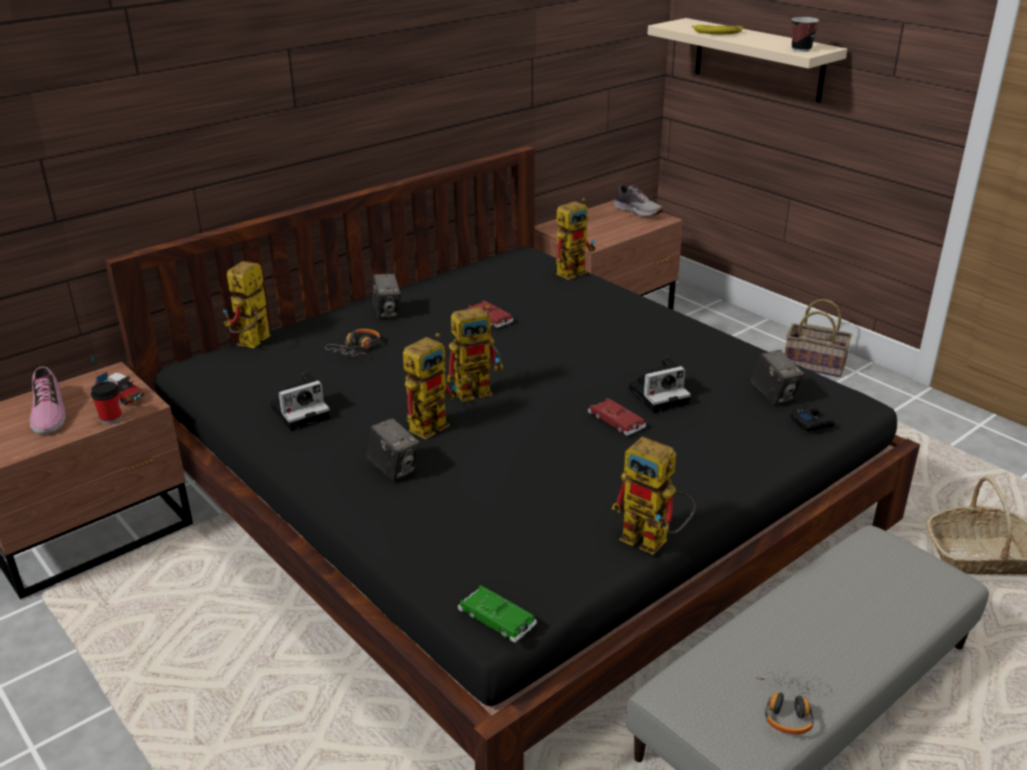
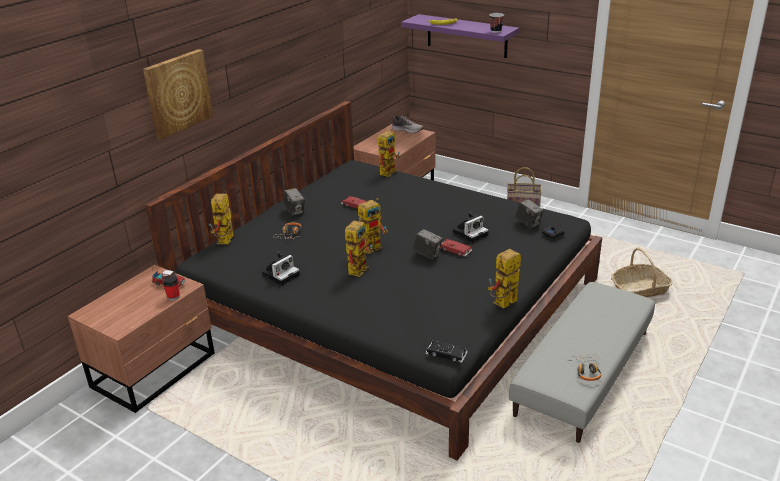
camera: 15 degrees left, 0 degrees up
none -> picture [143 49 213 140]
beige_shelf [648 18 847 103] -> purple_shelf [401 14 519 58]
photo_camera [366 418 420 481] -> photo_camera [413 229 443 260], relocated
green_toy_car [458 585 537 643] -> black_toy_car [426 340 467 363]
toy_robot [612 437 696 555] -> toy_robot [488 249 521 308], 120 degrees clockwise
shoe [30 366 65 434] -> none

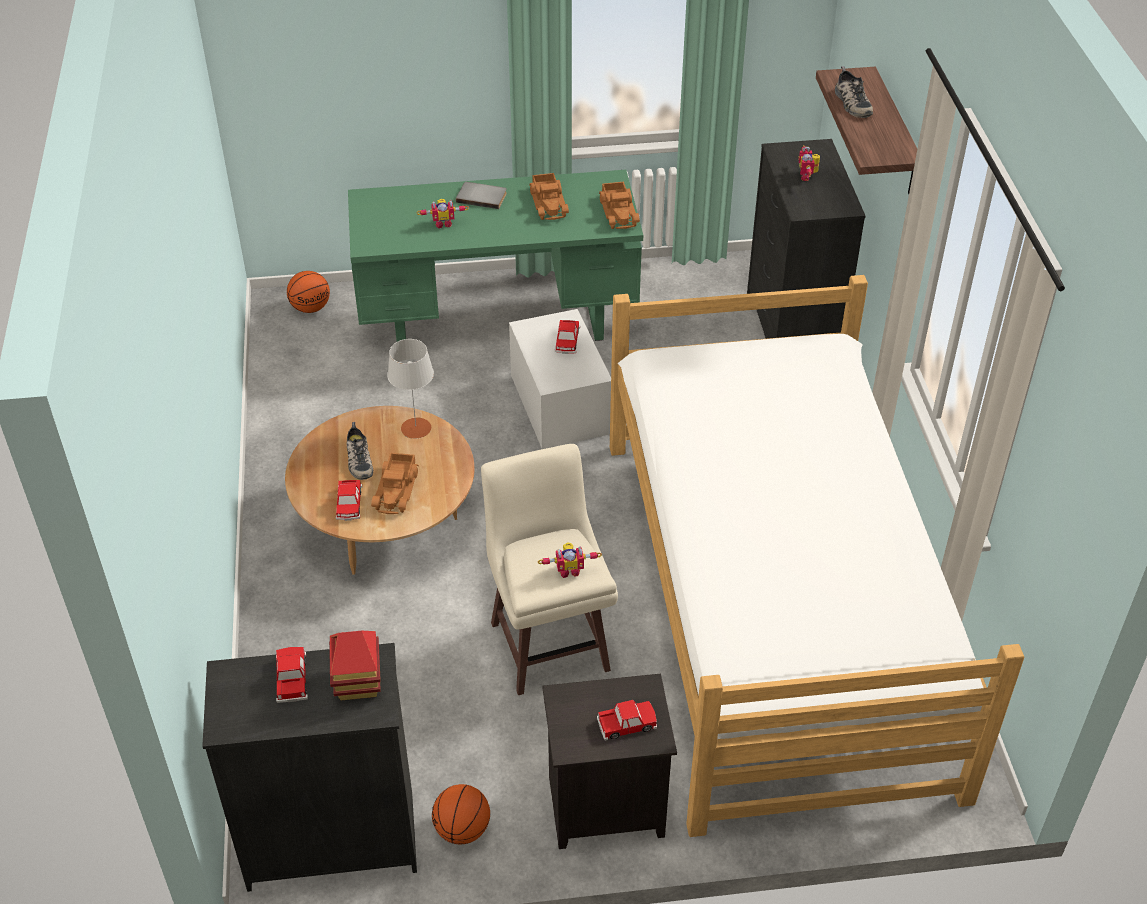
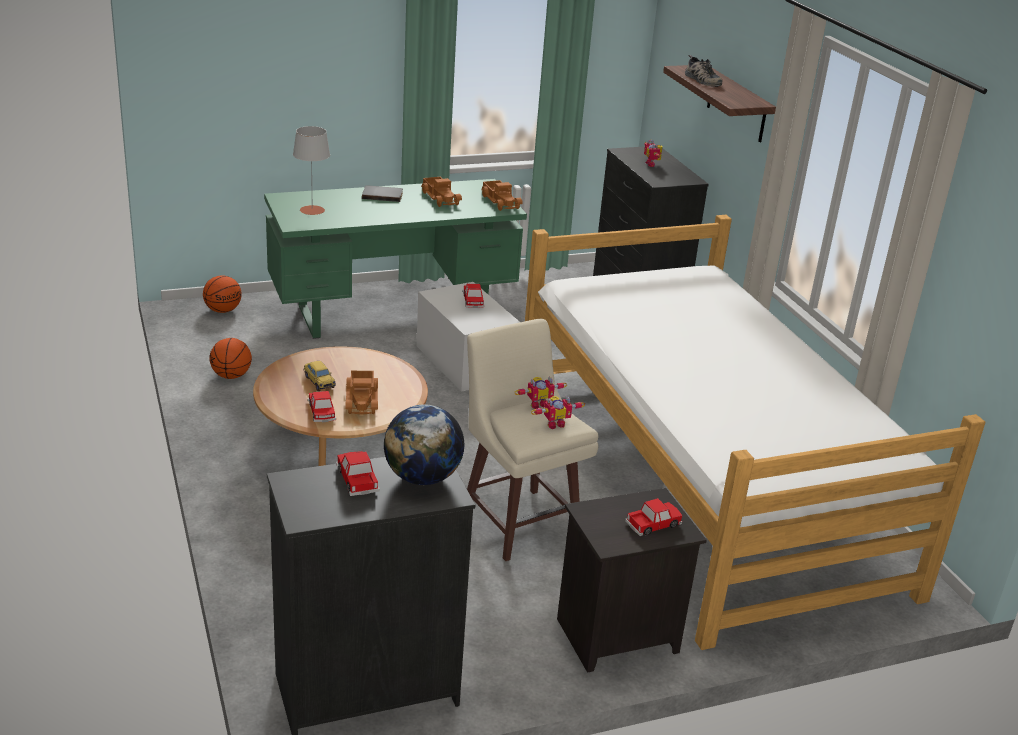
camera: 15 degrees left, 15 degrees down
basketball [432 784 490 844] -> basketball [209 338 252 379], relocated
grey_table_lamp [387 339 434 439] -> grey_table_lamp [293 126 330 215], relocated
shoe [347 422 373 480] -> toy_car [303 361 336 391]
toy_house [329 631 381 700] -> globe [384 404 464 485]
toy_robot [417 199 469 228] -> toy_robot [514 377 567 409], relocated

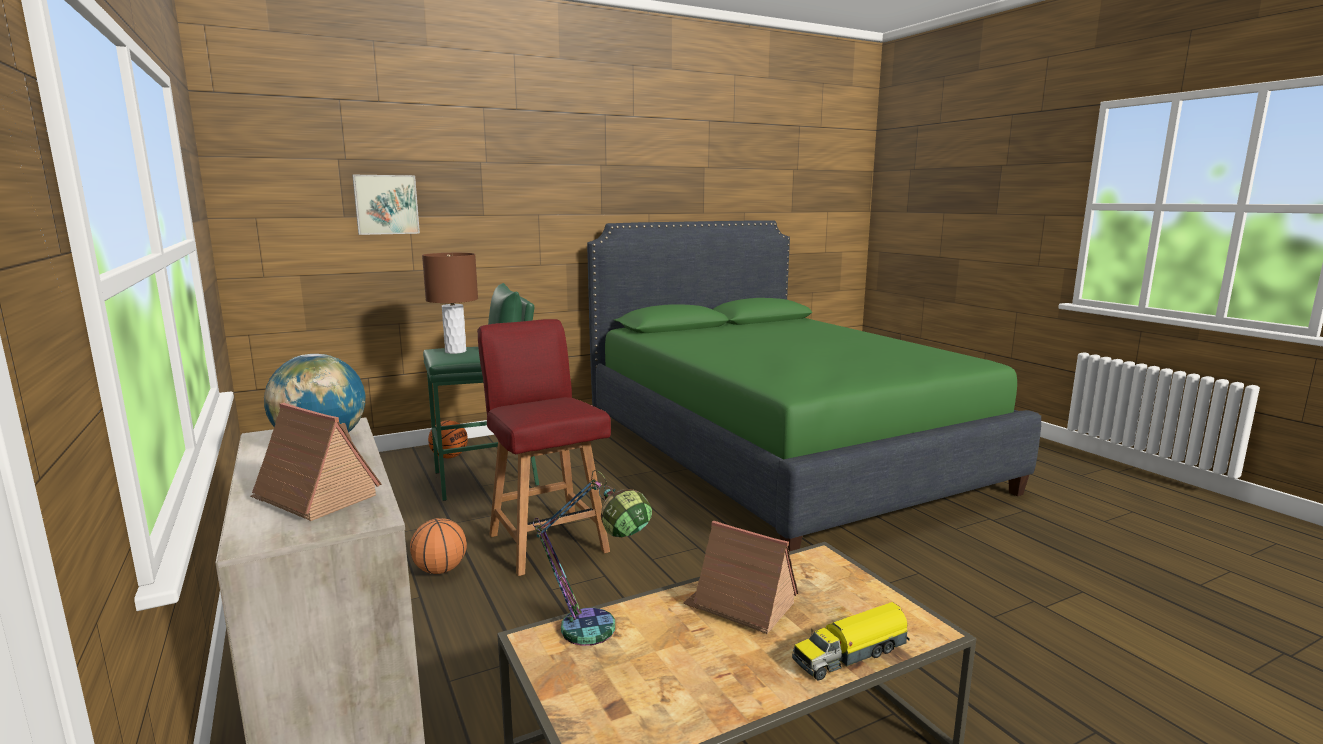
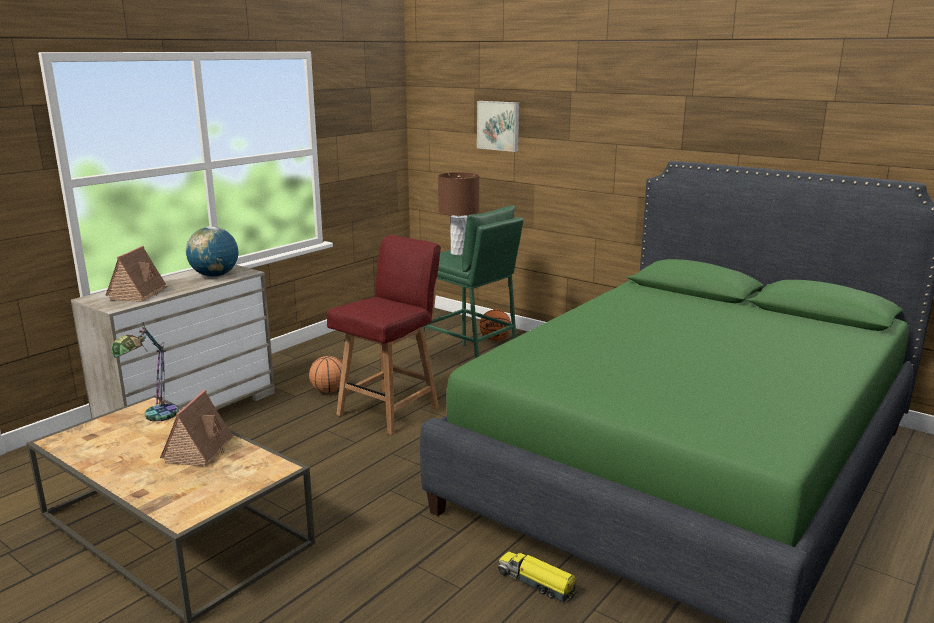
camera: 65 degrees right, 5 degrees up
toy_truck [792 602 910 680] -> toy_truck [498 551 578 602], relocated

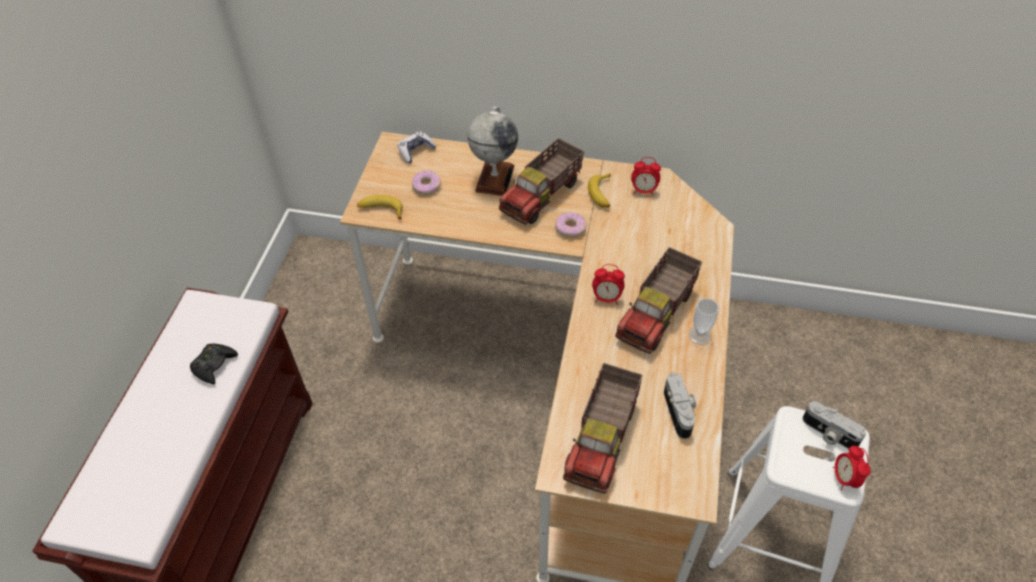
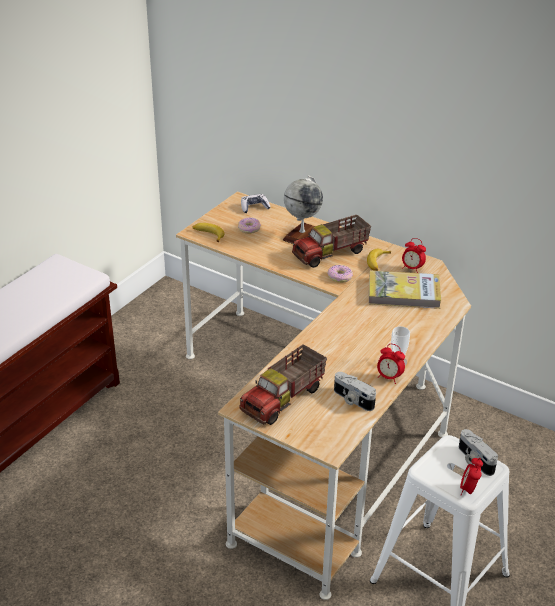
camera: 20 degrees right, 15 degrees down
photo_camera [664 372 696 439] -> photo_camera [334 372 376 411], 120 degrees clockwise
none -> book [369 270 441 309]
alarm_clock [592 264 625 305] -> alarm_clock [377 344 405 384], relocated
black_game_controller [190 344 238 384] -> none
toy_truck [615 247 702 354] -> none

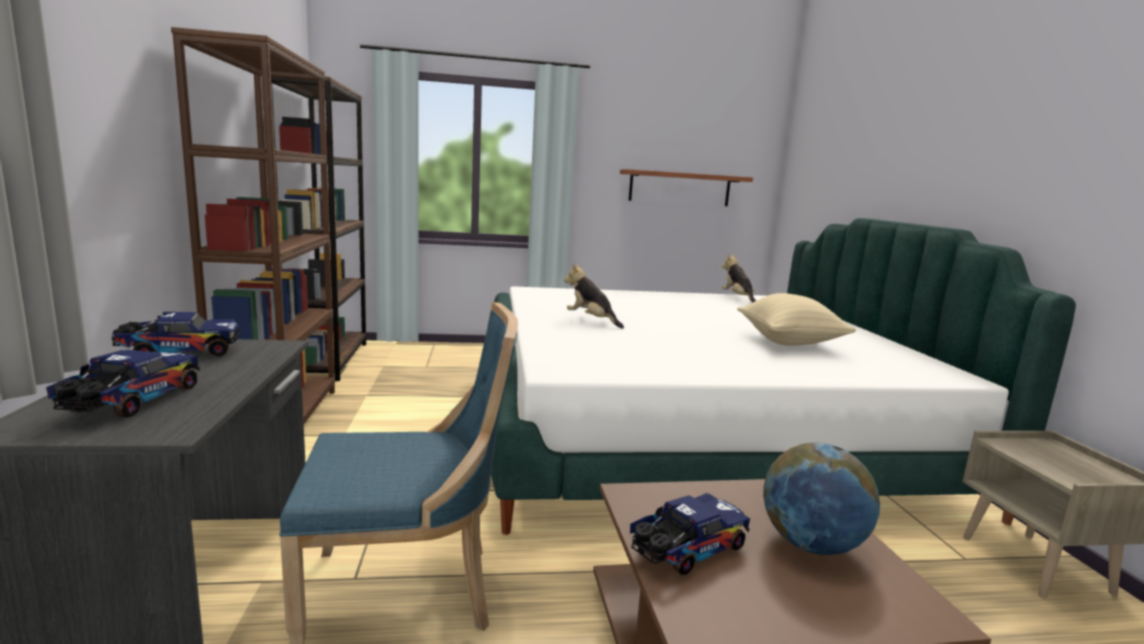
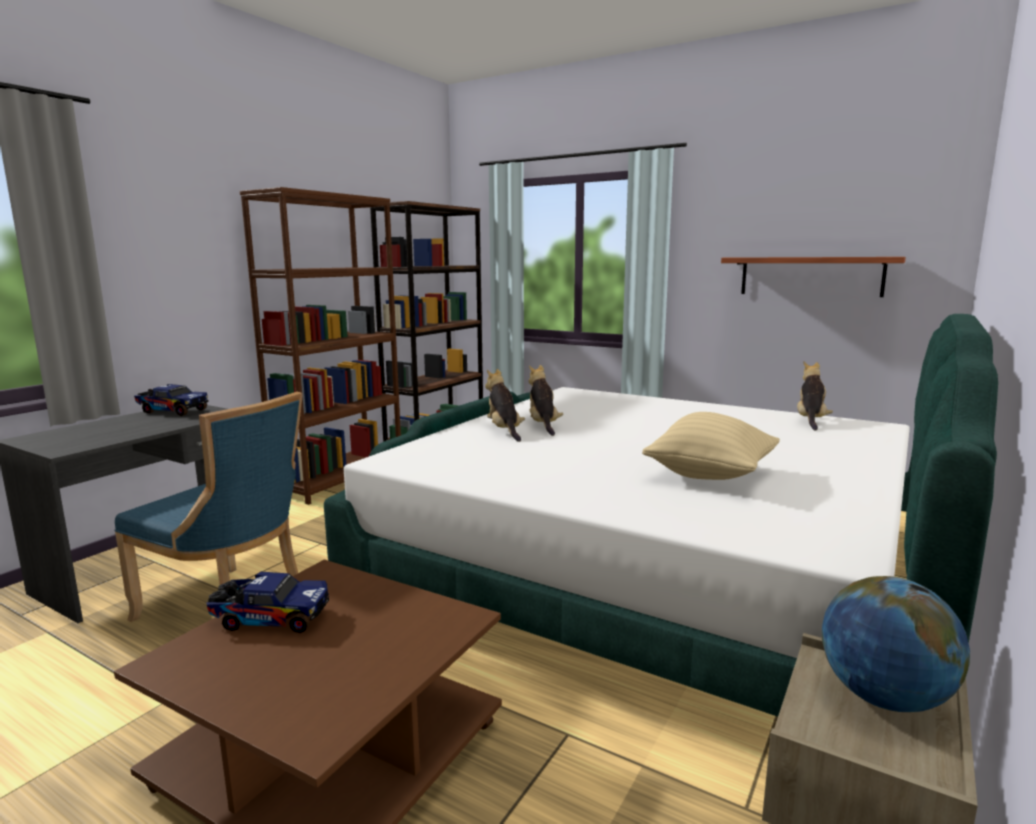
camera: 40 degrees right, 0 degrees up
none -> plush_toy [485 369 525 442]
globe [763 443 880 555] -> globe [822 576 970 712], relocated
toy_truck [46 350 200 418] -> none

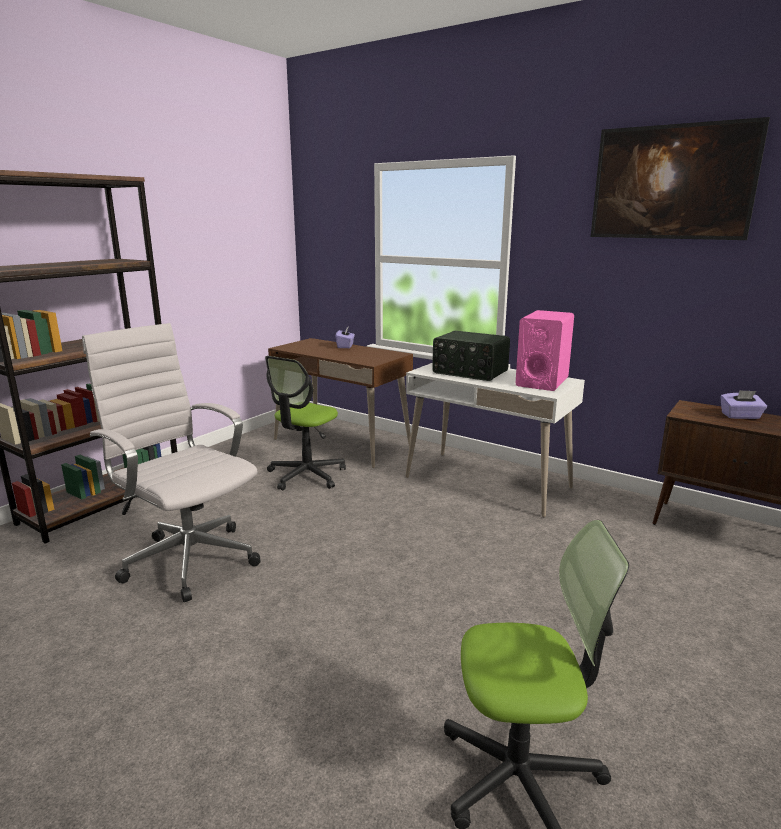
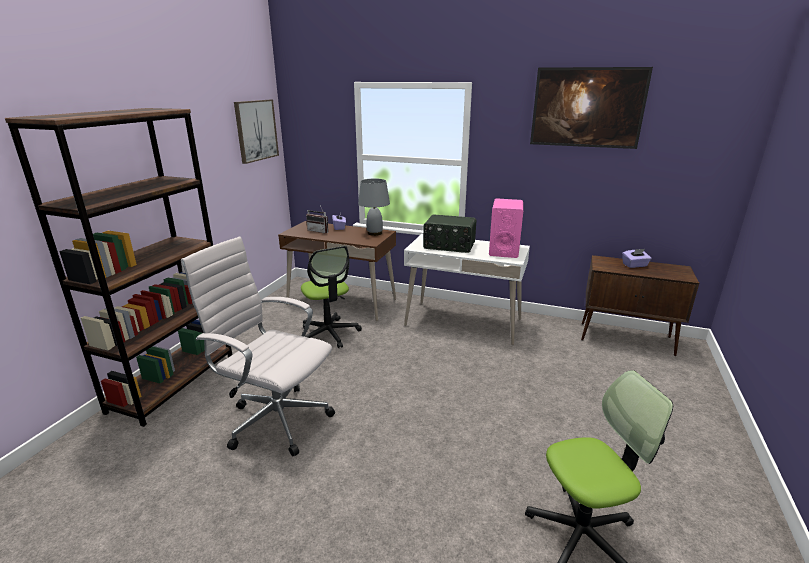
camera: 15 degrees left, 5 degrees up
none -> picture [234 100 279 164]
office_chair [265 356 346 490] -> office_chair [301 246 362 348], 45 degrees counterclockwise
none -> radio [306 203 329 233]
none -> grey_table_lamp [358 178 390 236]

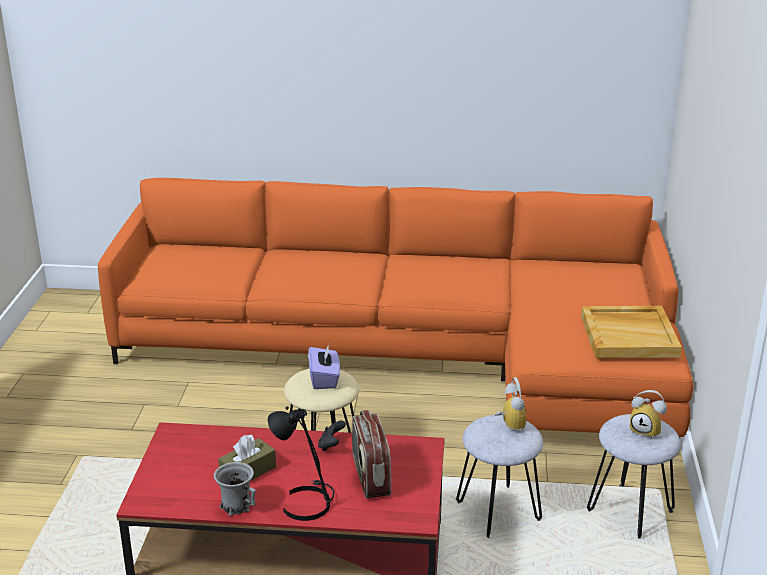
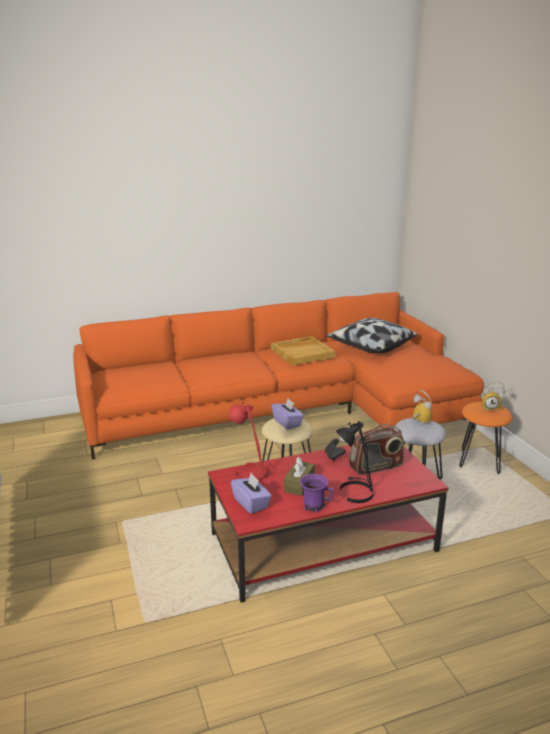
camera: 25 degrees left, 5 degrees down
none -> red_table_lamp [229 402 273 482]
none -> purple_tissue_box [231 473 272 514]
beige_tray [581 306 682 358] -> beige_tray [271 336 335 366], relocated
grey_mug [214 462 256 516] -> purple_mug [300 474 334 513]
none -> pillow [327 318 417 353]
radio [352 410 391 498] -> radio [349 424 404 475], 75 degrees counterclockwise
grey_stool [587 414 681 539] -> orange_stool [459 402 513 474]

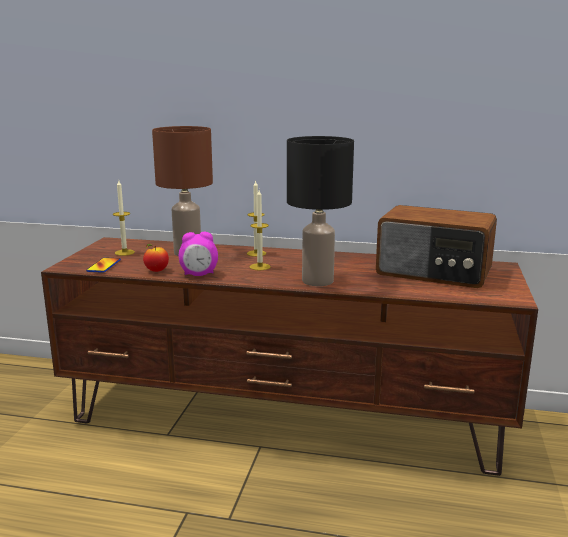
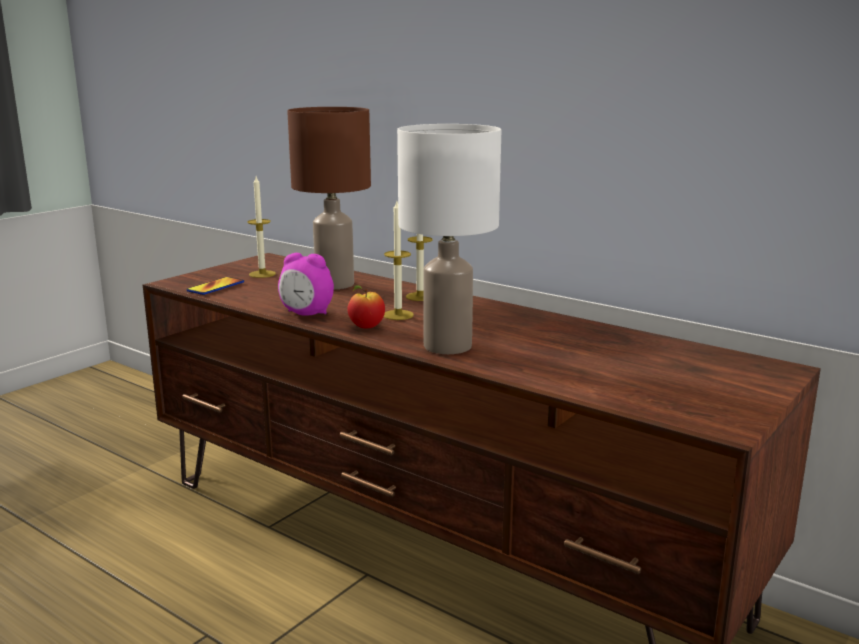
camera: 25 degrees right, 0 degrees up
apple [143 244 169 272] -> apple [347 285 385 329], relocated
black_table_lamp [287 136 354 286] -> white_table_lamp [397 124 501 354]
radio [376 205 497 288] -> none

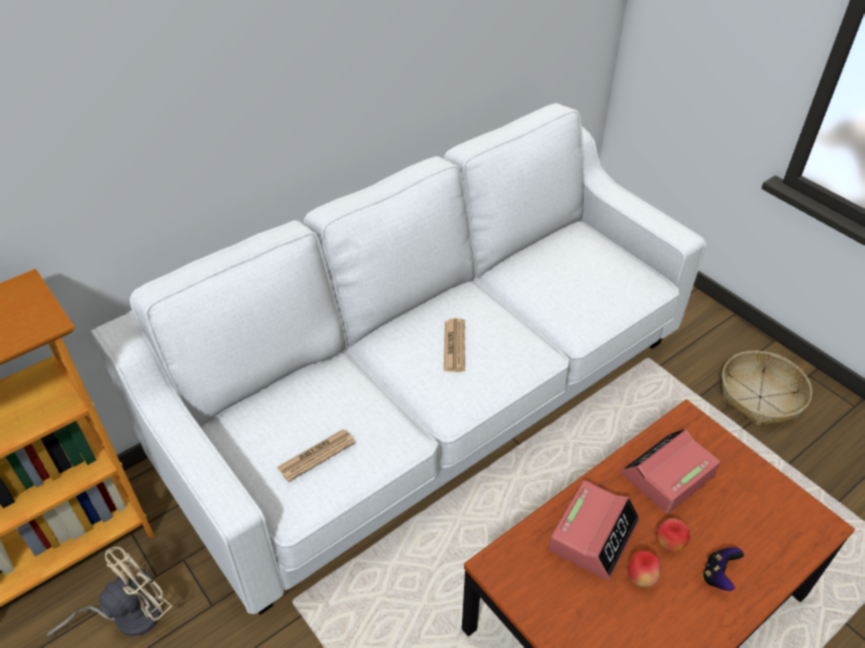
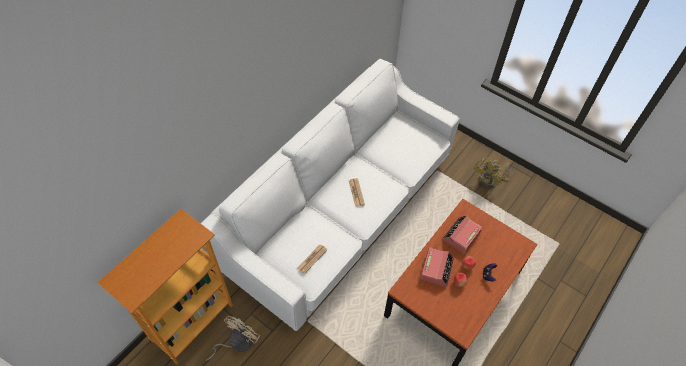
camera: 15 degrees left, 10 degrees up
basket [722 351 812 426] -> yellow_fan [473 157 513 188]

